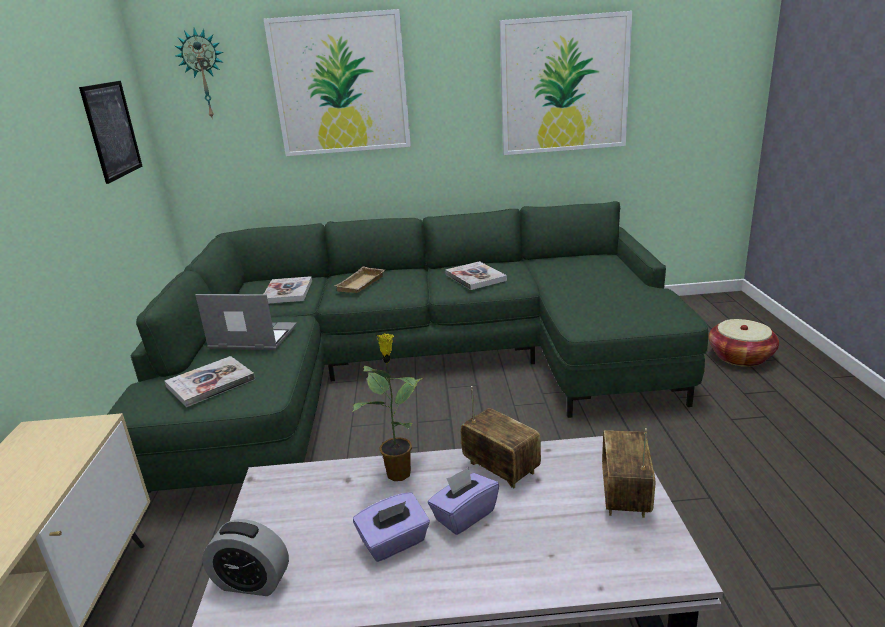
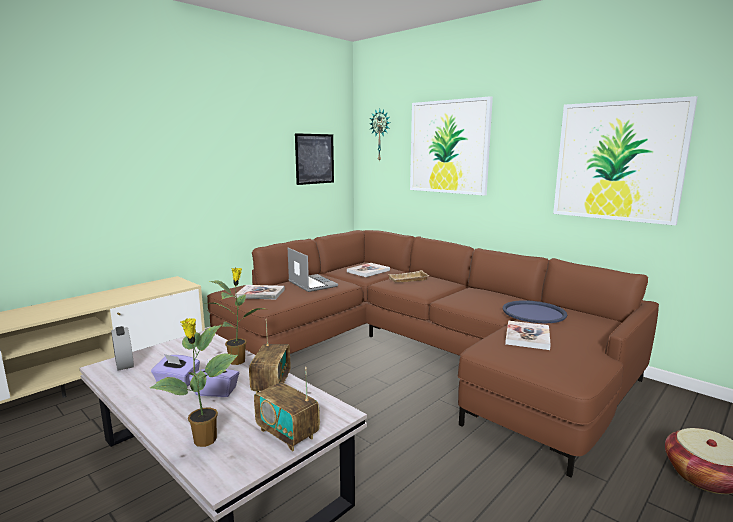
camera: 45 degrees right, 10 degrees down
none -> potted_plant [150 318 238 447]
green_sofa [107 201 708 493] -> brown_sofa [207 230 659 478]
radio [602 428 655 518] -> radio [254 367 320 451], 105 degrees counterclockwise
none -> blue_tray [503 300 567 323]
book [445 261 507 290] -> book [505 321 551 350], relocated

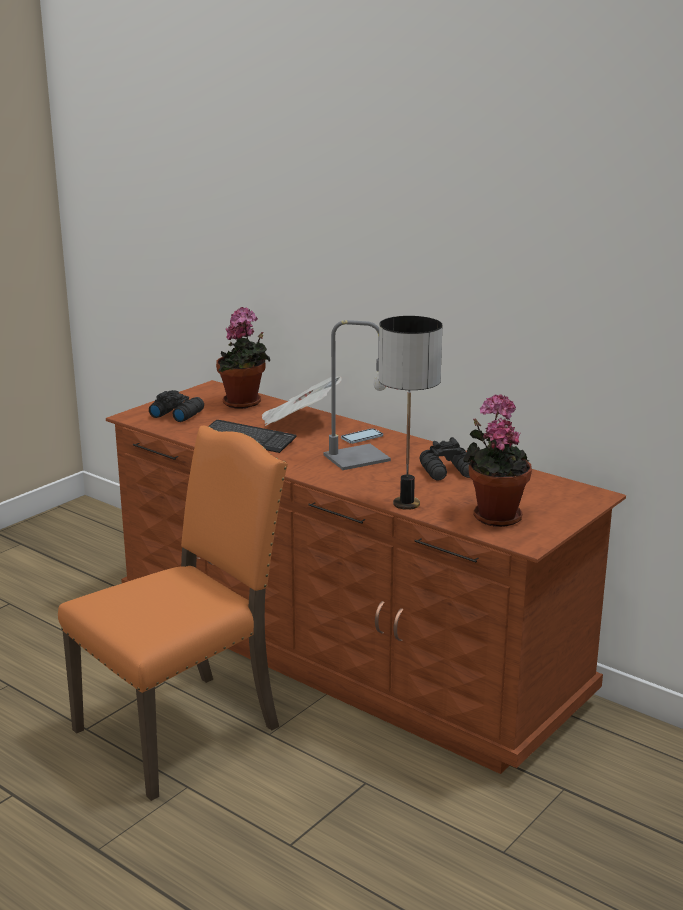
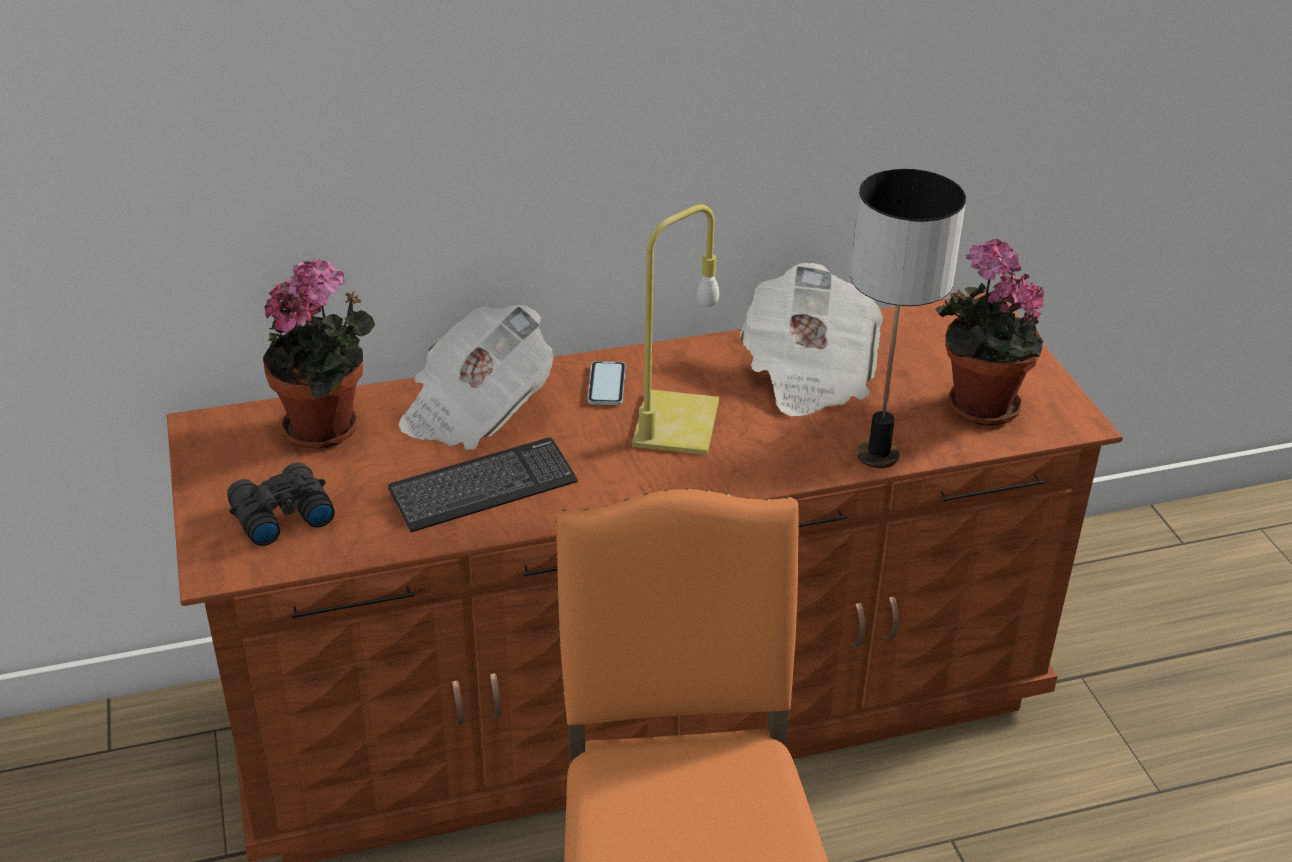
camera: 55 degrees left, 15 degrees up
grey_table_lamp [323 320 391 470] -> yellow_table_lamp [632 204 719 455]
black_binoculars [420 437 470 481] -> newspaper [740 263 883 416]

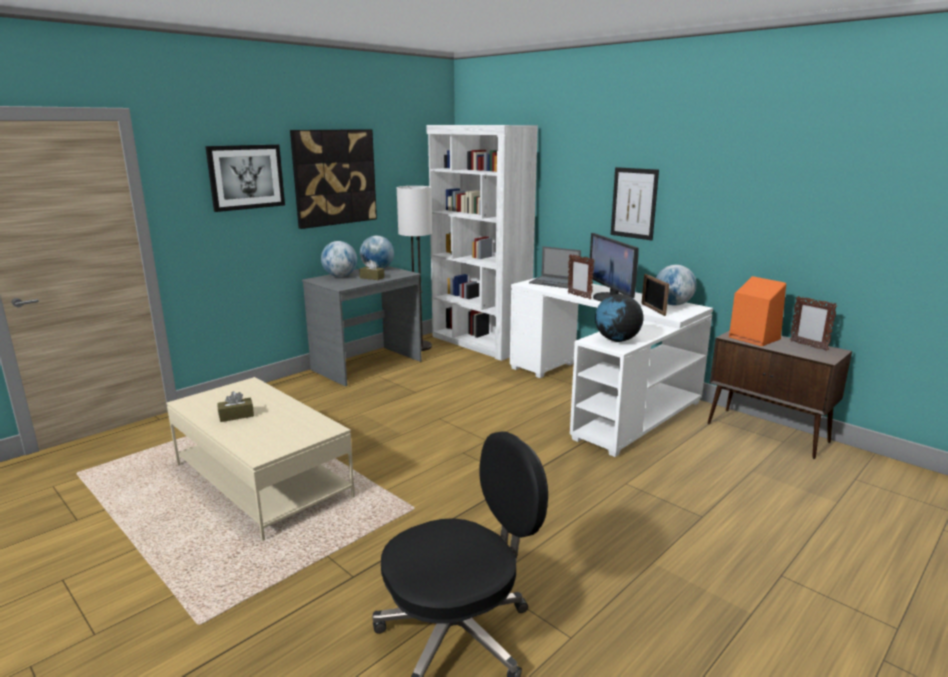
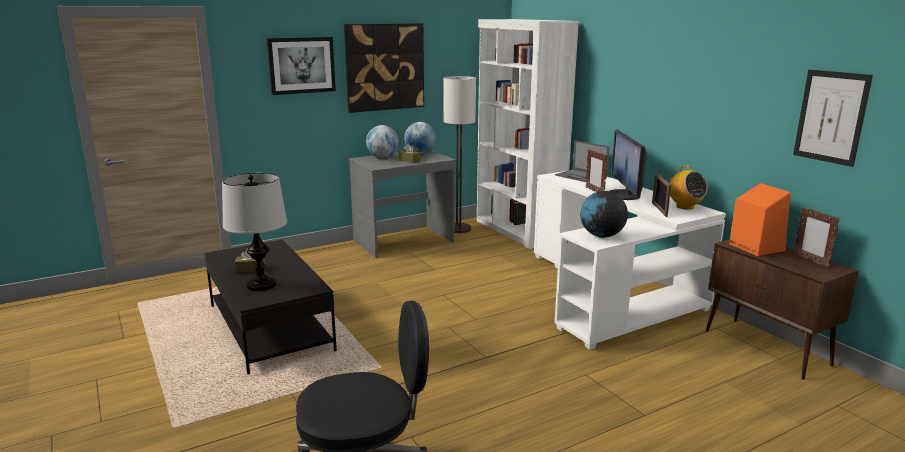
camera: 15 degrees right, 0 degrees up
beige_coffee_table [166 377 355 541] -> black_coffee_table [205 240 337 374]
none -> table_lamp [222 173 287 291]
globe [656 265 697 306] -> radio [668 166 708 209]
picture [611 167 659 240] -> picture [793 69 873 167], relocated

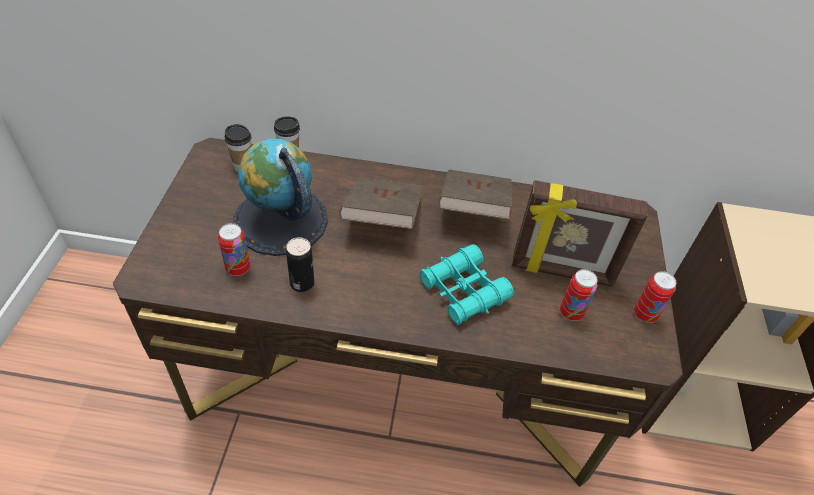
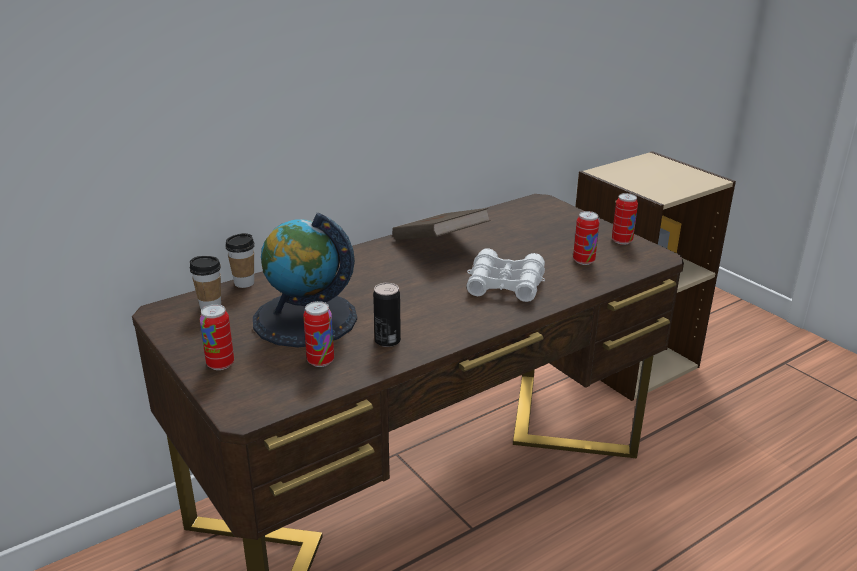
camera: 40 degrees left, 20 degrees down
none -> can [200 304 234 370]
turquoise_binoculars [419 244 514 325] -> white_binoculars [467 248 545 302]
brown_book [339 178 422 229] -> none
picture_frame [512 180 648 287] -> none

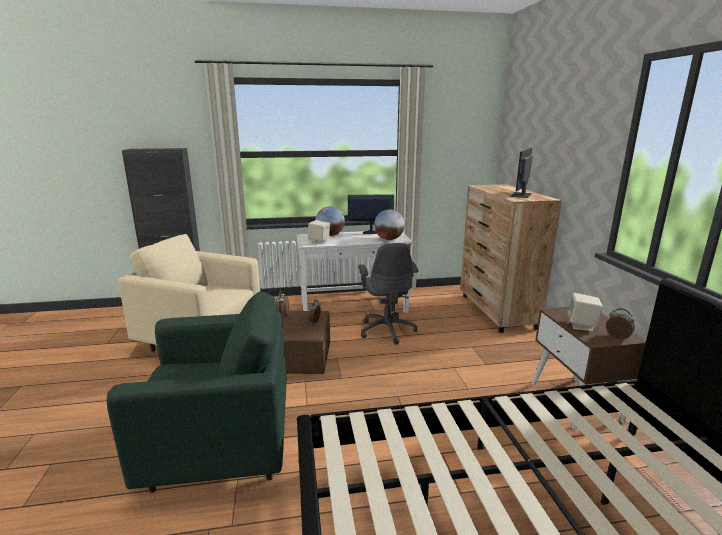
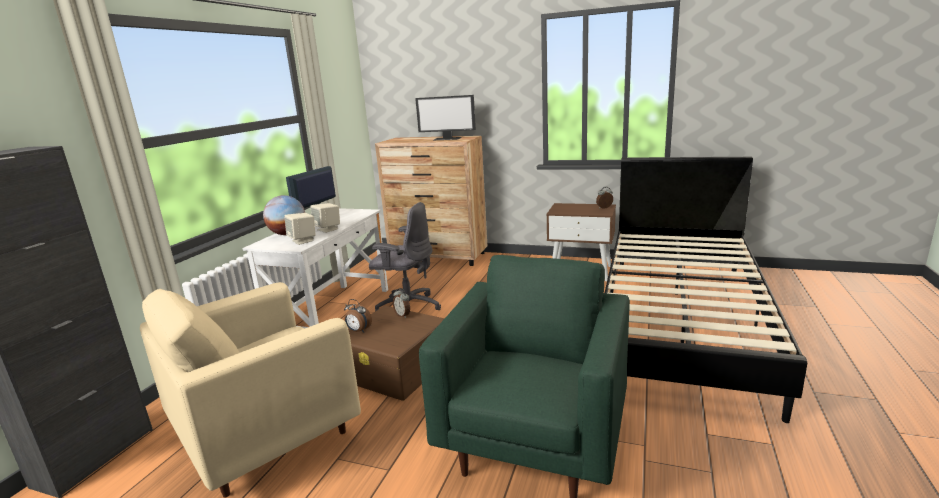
camera: 60 degrees left, 0 degrees up
beige_speaker [567 293 603 331] -> beige_speaker [311 203 340 233], relocated
monitor [510 148 532 198] -> monitor [415 95 476 140], 45 degrees counterclockwise
globe [374 209 405 240] -> none

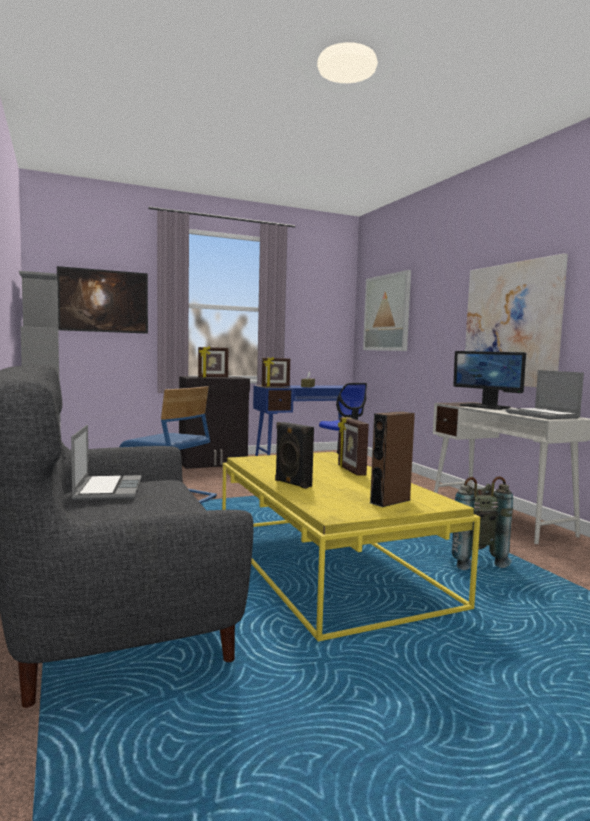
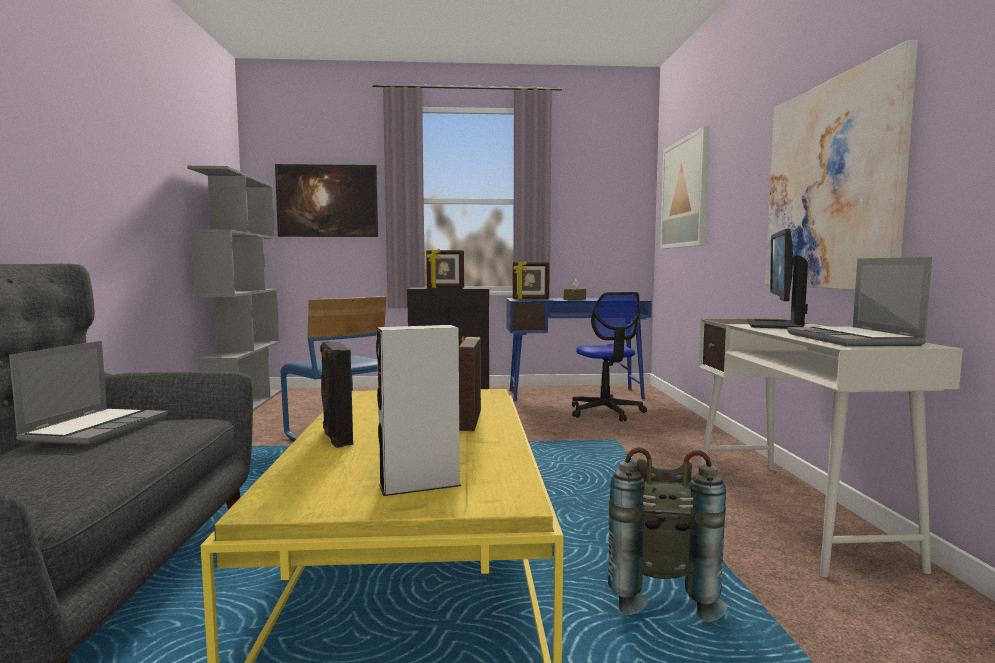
camera: 20 degrees right, 0 degrees up
brown_speaker [370 411 415 507] -> grey_speaker [376 325 461 496]
monitor [453 351 526 410] -> monitor [747 229 808 329], 45 degrees clockwise

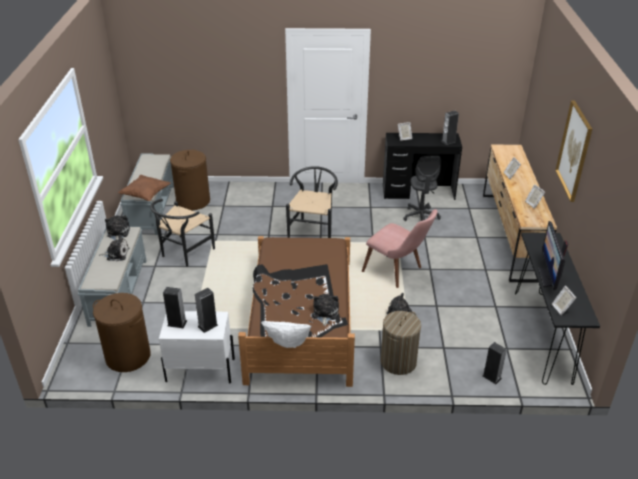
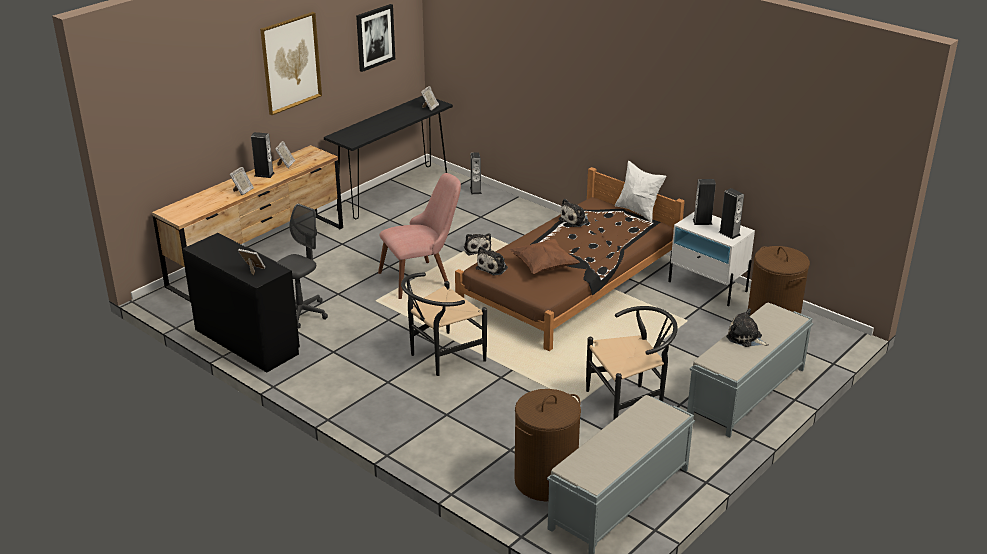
camera: 140 degrees left, 5 degrees down
speaker [441 111 459 145] -> speaker [251 132 274 178], relocated
none -> picture [356 4 395 72]
pink_chair [362 209 438 288] -> pink_chair [378 173 461 299], 75 degrees clockwise
plush_toy [105 215 130 240] -> plush_toy [476 246 508 276], relocated
brown_pillow [118 175 171 201] -> brown_pillow [509 239 580 274], relocated
laundry_basket [381 311 421 375] -> none
monitor [538 221 568 290] -> none

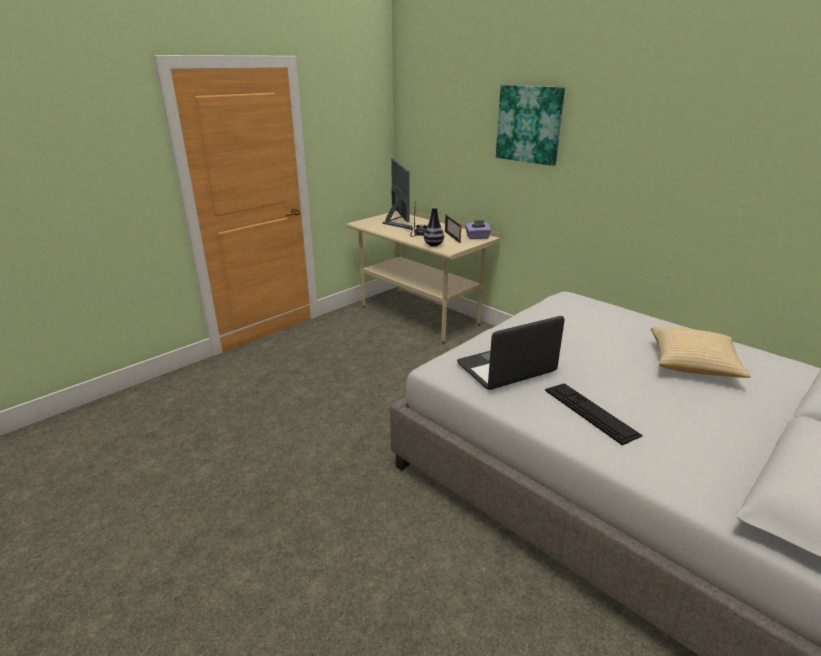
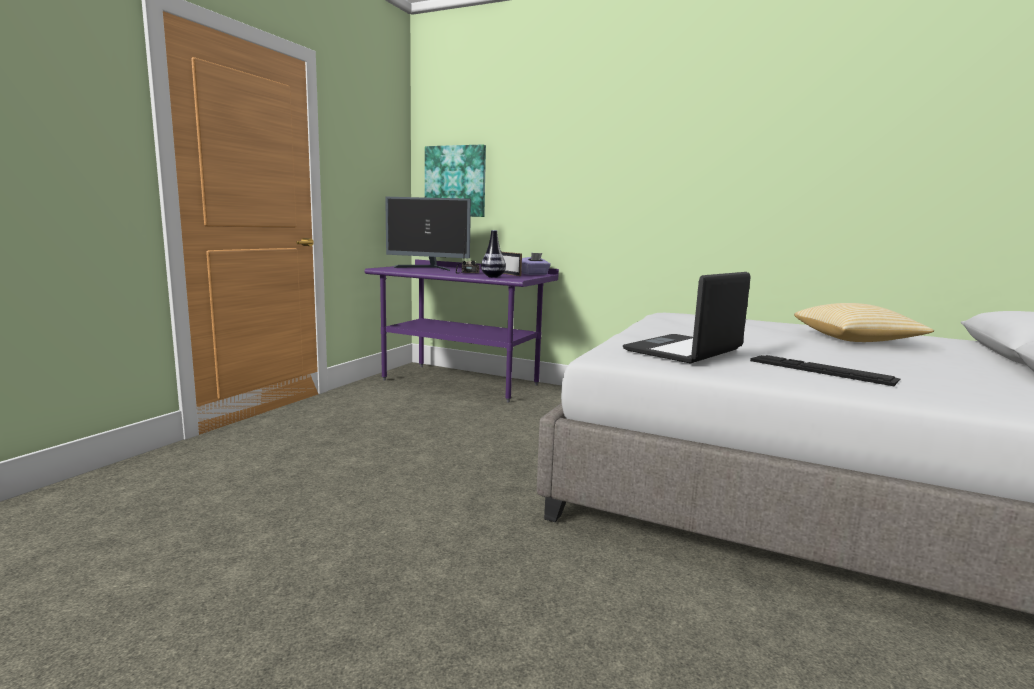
camera: 20 degrees left, 15 degrees down
beige_desk [347 210 500 344] -> purple_desk [365 259 559 403]
monitor [383 159 412 230] -> monitor [385 197 471 271], 135 degrees clockwise
picture [496 85 565 166] -> picture [425 144 486 217], relocated

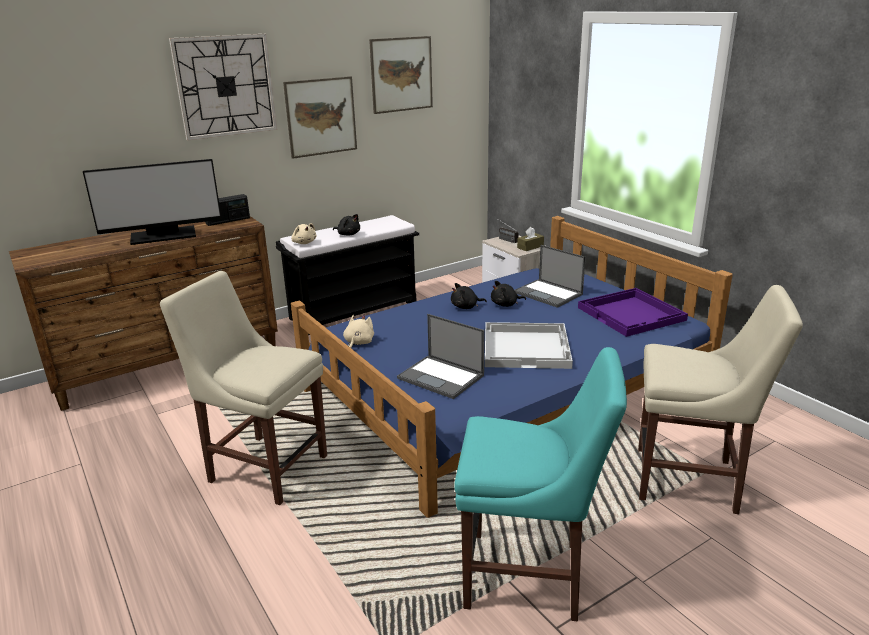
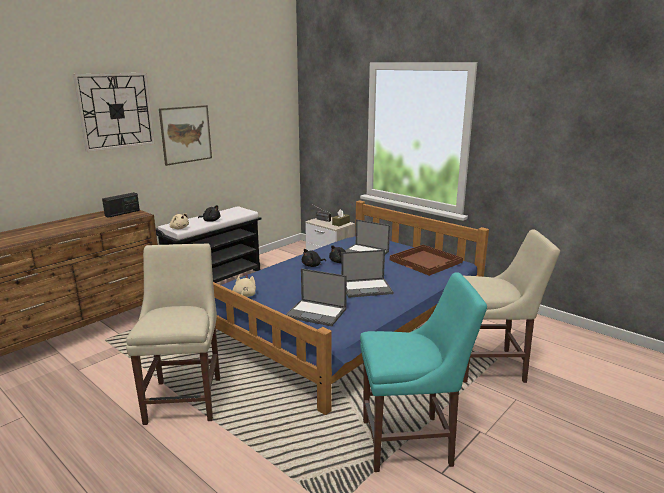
camera: 15 degrees left, 5 degrees down
beige_chair [160 271 327 505] -> beige_chair [126 243 220 425], 75 degrees clockwise
white_tray [485 322 573 369] -> laptop [341 250 394 298]
purple_tray [578 288 688 337] -> brown_tray [390 245 463 276]
monitor [83 159 222 245] -> none
picture [369 36 433 114] -> none

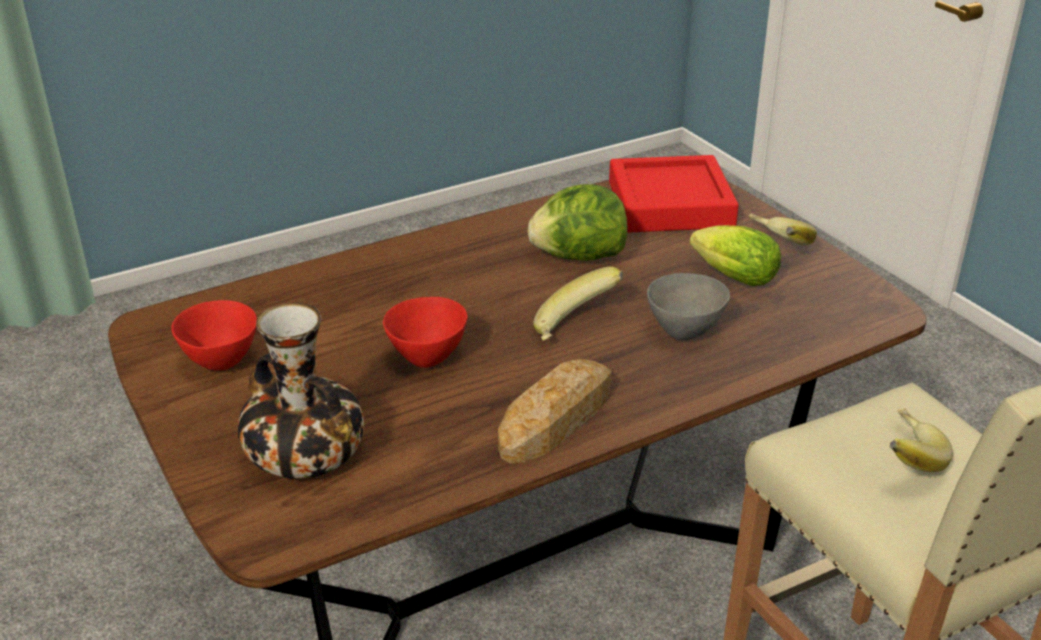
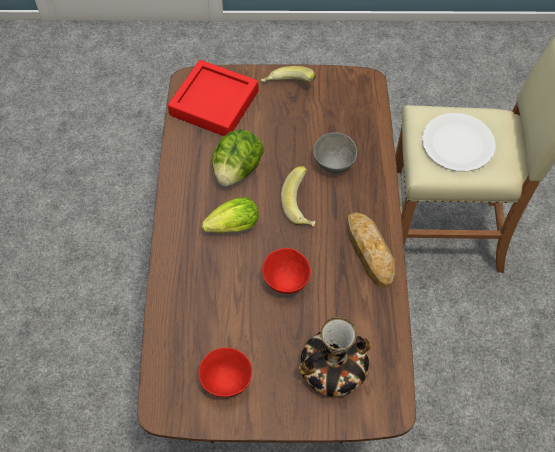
camera: 60 degrees left, 25 degrees up
lettuce [690 225 781 286] -> lettuce [201 197 259 233], relocated
banana [890 408 953 472] -> white_plate [422 113 496 172]

